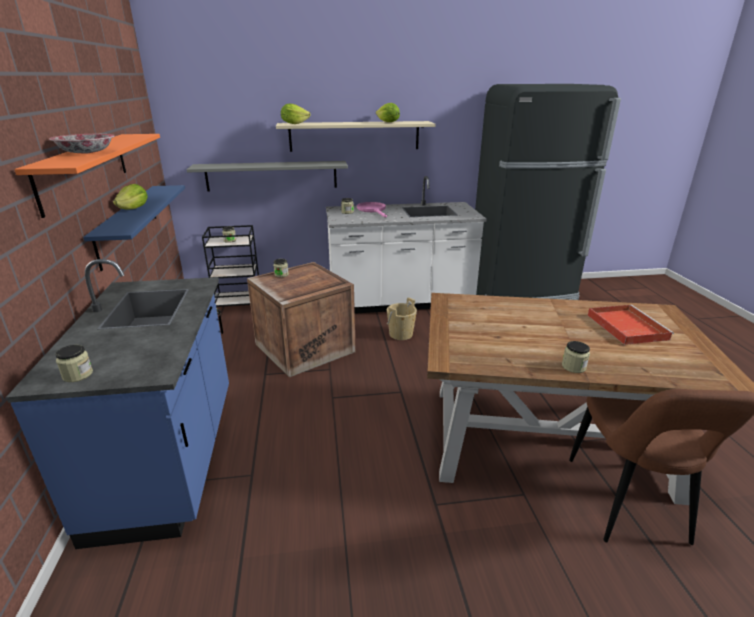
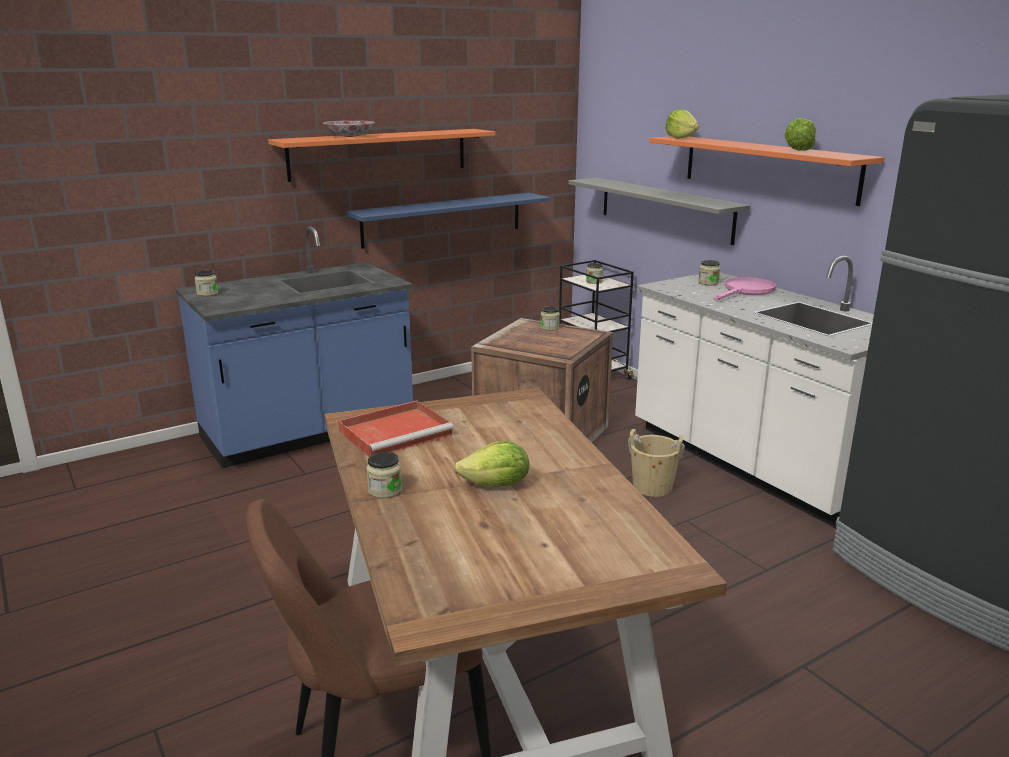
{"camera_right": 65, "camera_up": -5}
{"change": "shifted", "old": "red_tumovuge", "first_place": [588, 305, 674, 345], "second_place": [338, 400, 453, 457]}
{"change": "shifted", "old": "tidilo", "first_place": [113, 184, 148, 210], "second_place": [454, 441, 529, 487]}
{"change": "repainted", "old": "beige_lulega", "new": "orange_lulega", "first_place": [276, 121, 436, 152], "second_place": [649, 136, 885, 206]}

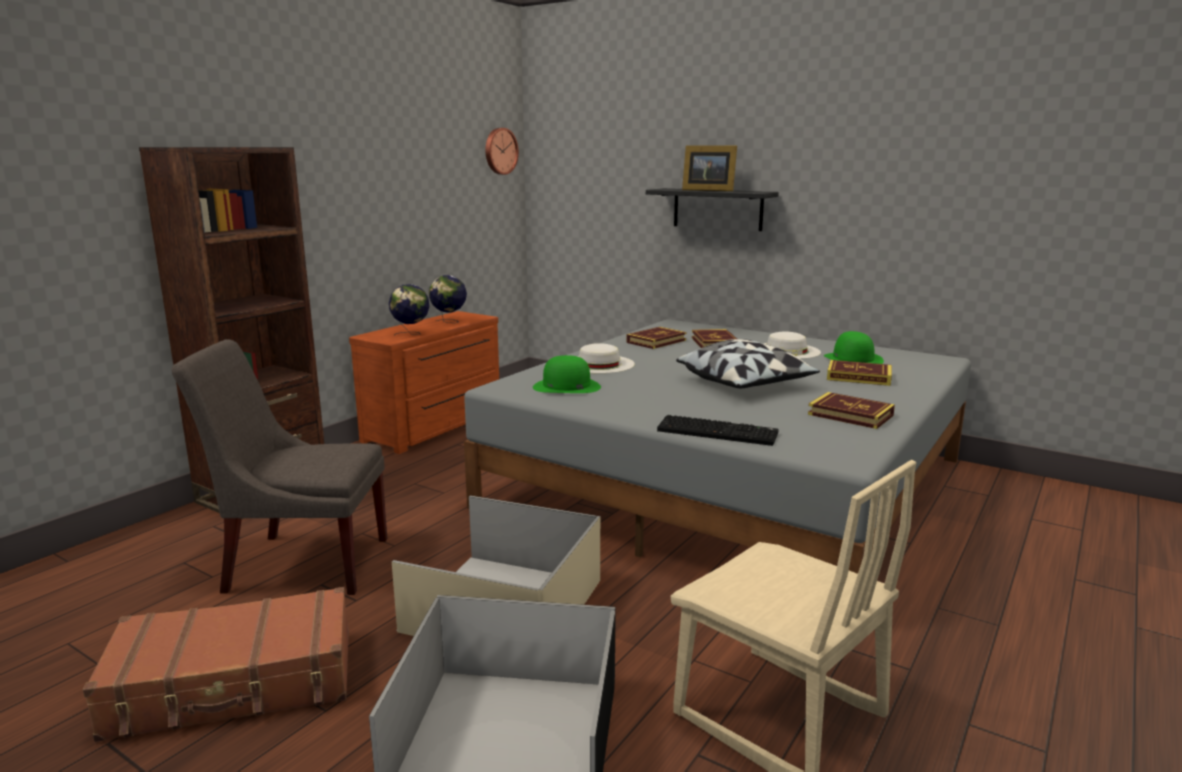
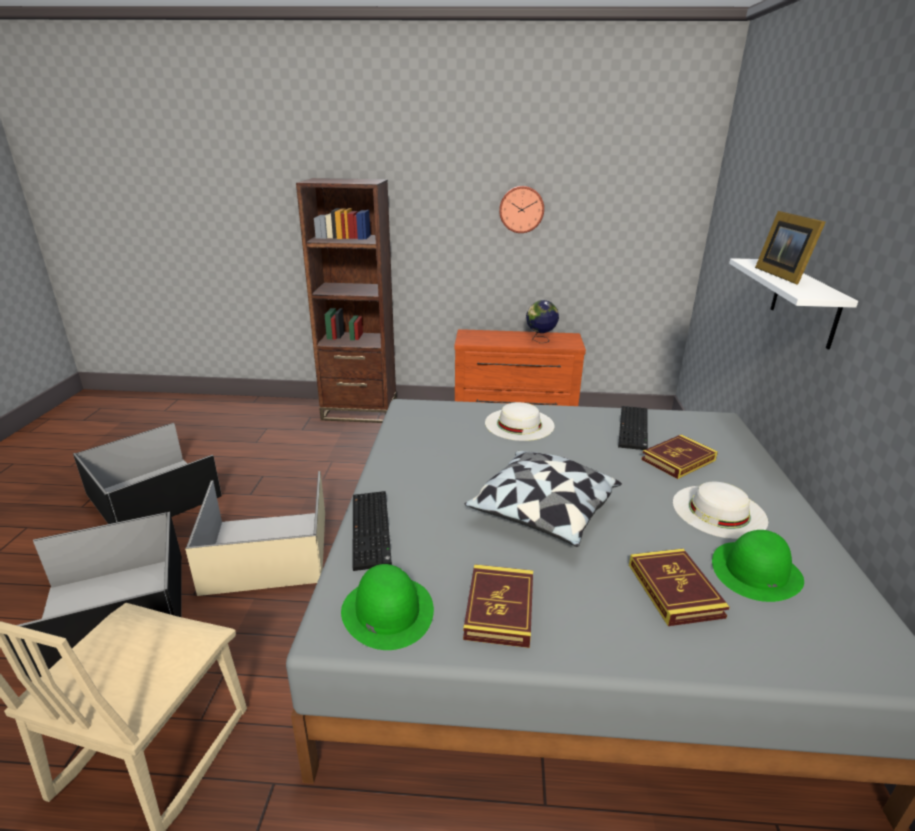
{"camera_right": 60, "camera_up": 10}
{"change": "swapped", "old": "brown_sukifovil", "new": "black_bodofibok", "first_place": [83, 587, 349, 742], "second_place": [73, 423, 222, 524]}
{"change": "shifted", "old": "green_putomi", "first_place": [533, 355, 601, 393], "second_place": [341, 564, 434, 650]}
{"change": "shifted", "old": "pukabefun", "first_place": [485, 128, 519, 175], "second_place": [499, 186, 544, 233]}
{"change": "swapped", "old": "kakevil", "new": "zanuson", "first_place": [626, 327, 687, 349], "second_place": [618, 406, 648, 450]}
{"change": "repainted", "old": "black_lulega", "new": "white_lulega", "first_place": [646, 188, 779, 231], "second_place": [729, 258, 858, 349]}
{"change": "gone", "old": "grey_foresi", "first_place": [172, 339, 388, 595]}
{"change": "gone", "old": "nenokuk", "first_place": [389, 284, 429, 336]}

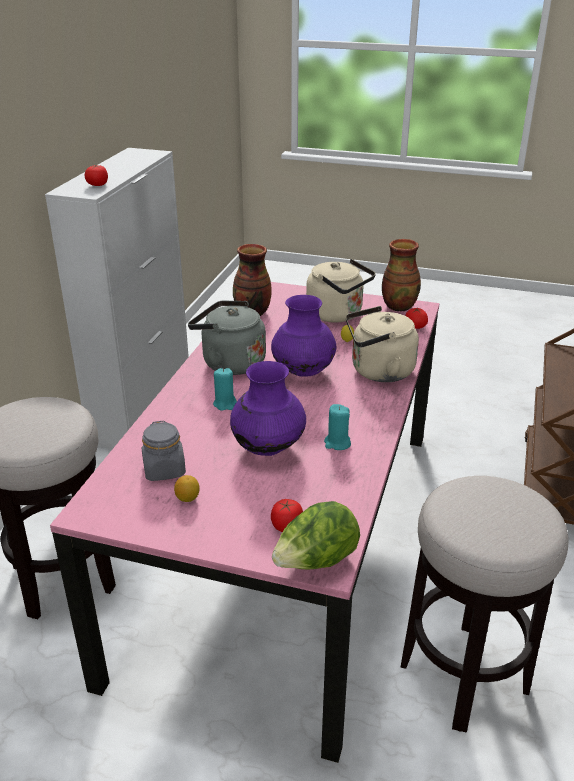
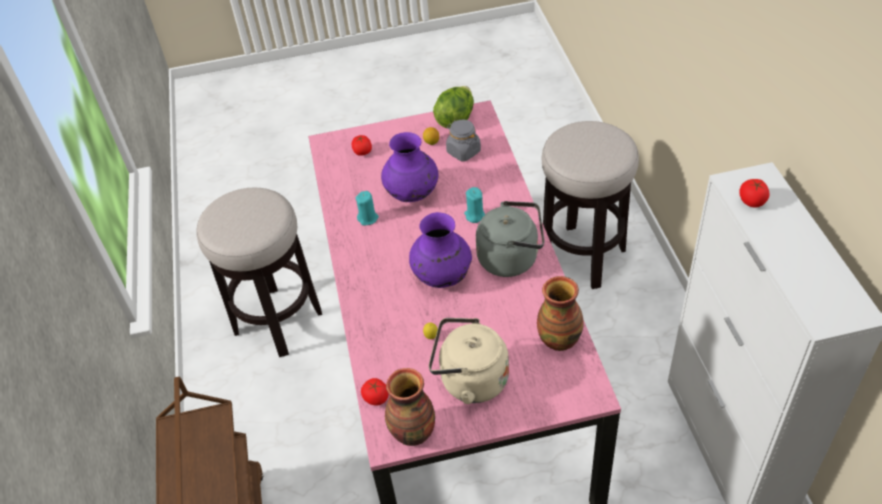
{"camera_right": 155, "camera_up": 15}
{"change": "shifted", "old": "tidilo", "first_place": [272, 501, 360, 569], "second_place": [433, 86, 474, 128]}
{"change": "gone", "old": "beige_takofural", "first_place": [346, 306, 419, 382]}

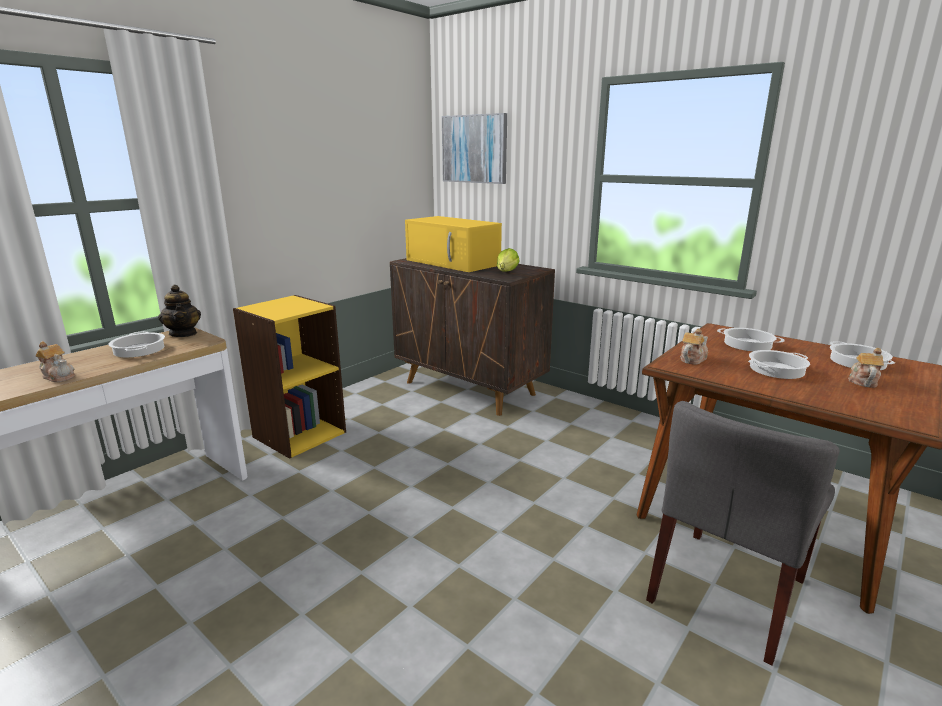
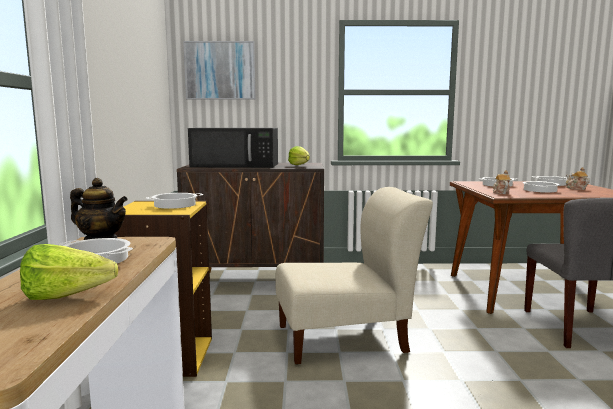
{"camera_right": -40, "camera_up": -10}
{"change": "swapped", "old": "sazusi", "new": "tidilo", "first_place": [35, 341, 75, 382], "second_place": [20, 244, 118, 300]}
{"change": "new", "new": "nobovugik", "second_place": [146, 193, 203, 209]}
{"change": "repainted", "old": "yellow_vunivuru", "new": "black_vunivuru", "first_place": [405, 216, 502, 272], "second_place": [188, 128, 278, 168]}
{"change": "new", "new": "beige_foresi", "second_place": [275, 187, 433, 364]}

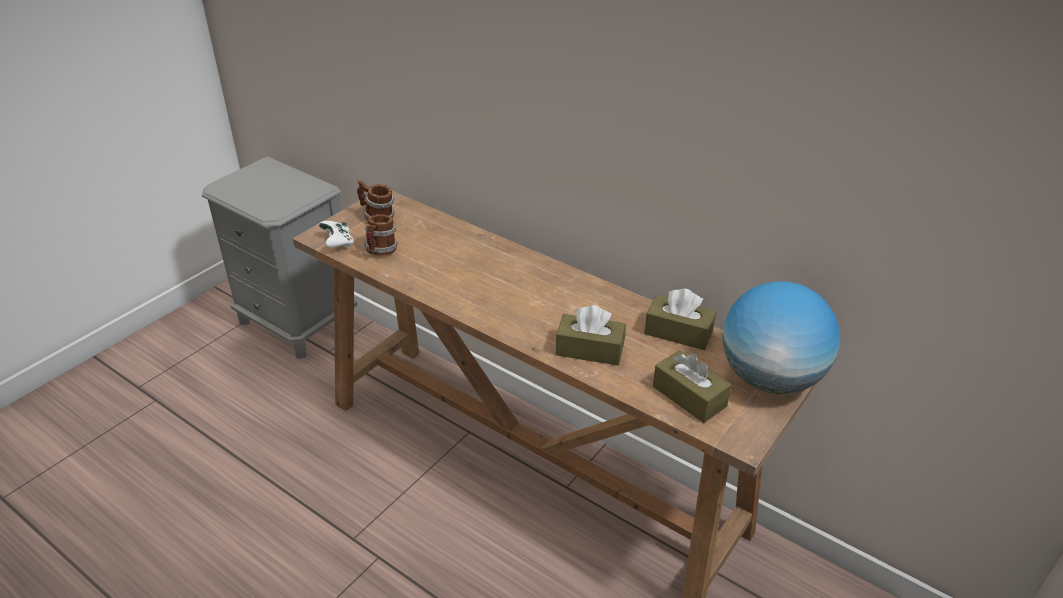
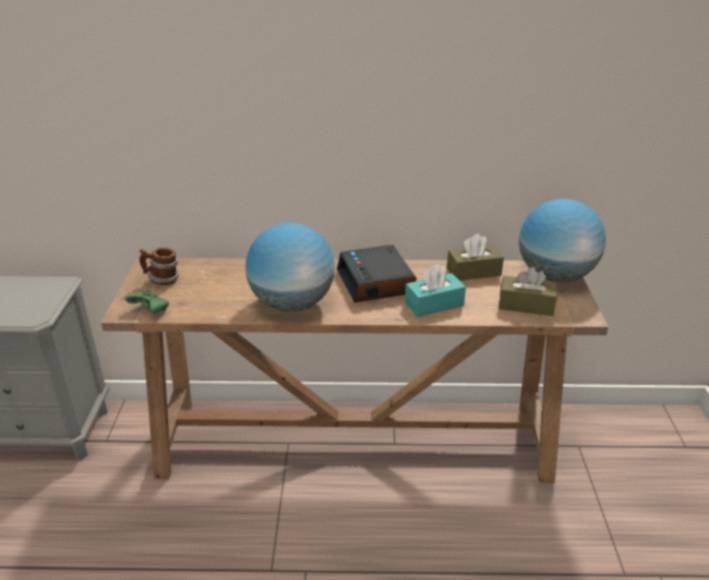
{"camera_right": -35, "camera_up": -5}
{"change": "repainted", "old": "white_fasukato", "new": "green_fasukato", "first_place": [319, 221, 354, 248], "second_place": [125, 290, 169, 314]}
{"change": "new", "new": "nenokuk", "second_place": [245, 223, 335, 312]}
{"change": "new", "new": "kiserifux", "second_place": [337, 245, 416, 303]}
{"change": "repainted", "old": "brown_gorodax", "new": "turquoise_gorodax", "first_place": [556, 305, 626, 365], "second_place": [405, 264, 466, 317]}
{"change": "gone", "old": "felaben", "first_place": [364, 214, 398, 256]}

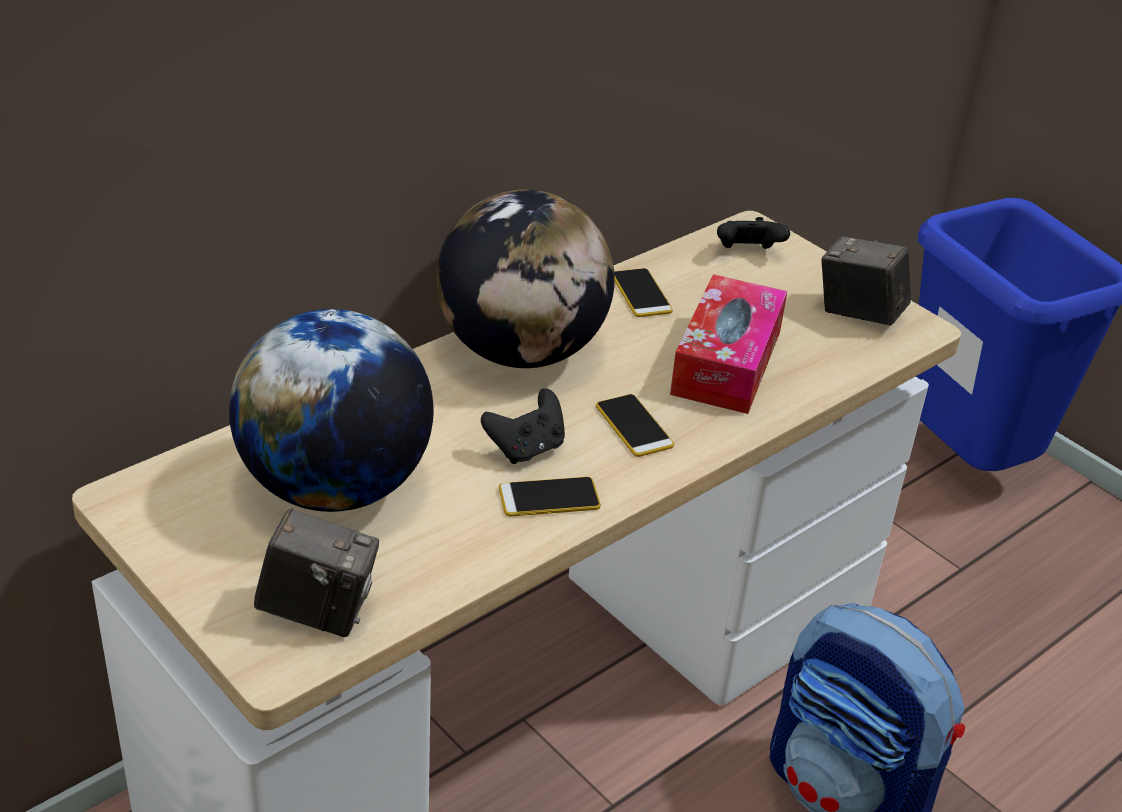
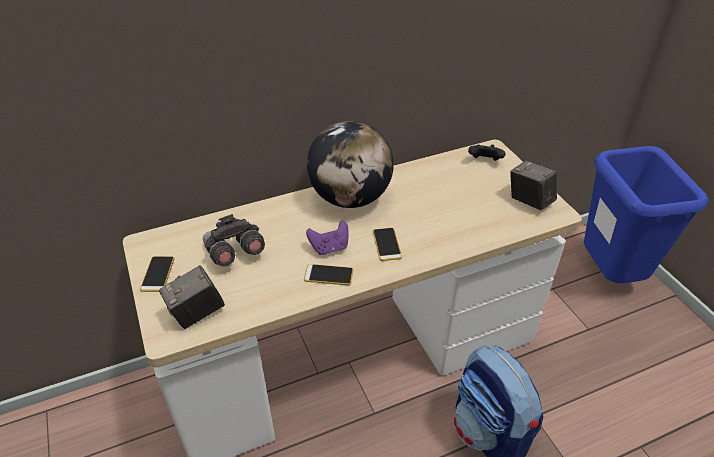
{"camera_right": 20, "camera_up": 5}
{"change": "shifted", "old": "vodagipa", "first_place": [614, 268, 673, 317], "second_place": [140, 256, 174, 292]}
{"change": "rotated", "old": "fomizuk", "first_place": [254, 509, 379, 637], "second_place": [159, 266, 225, 329], "degrees": 120}
{"change": "swapped", "old": "nenokuk", "new": "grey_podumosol", "first_place": [229, 309, 434, 512], "second_place": [203, 214, 265, 267]}
{"change": "repainted", "old": "black_fasukato", "new": "purple_fasukato", "first_place": [481, 388, 565, 464], "second_place": [306, 220, 349, 255]}
{"change": "gone", "old": "gorodax", "first_place": [670, 274, 787, 414]}

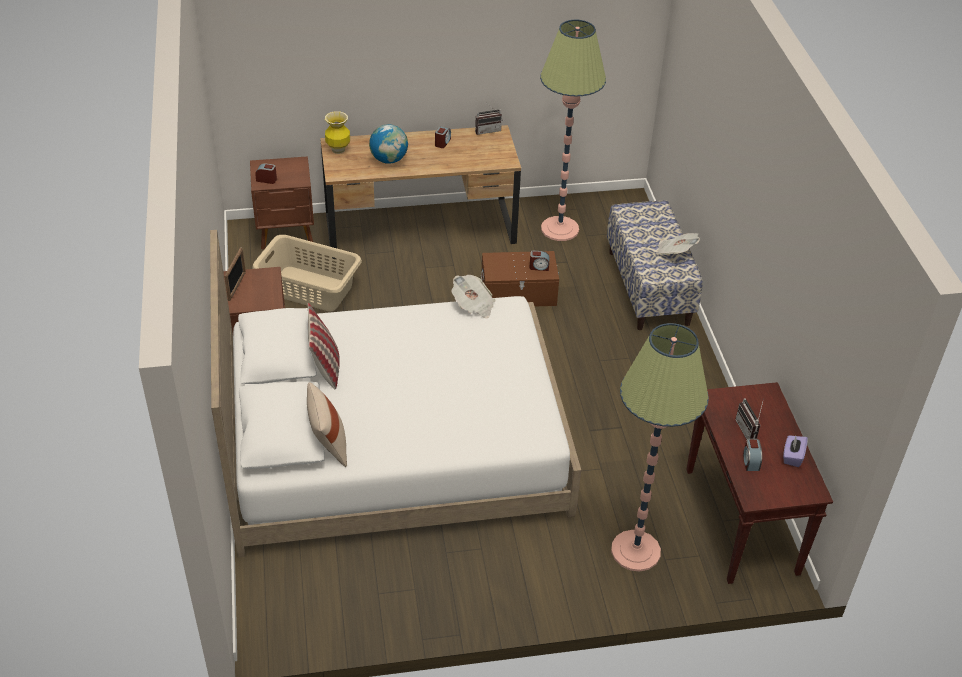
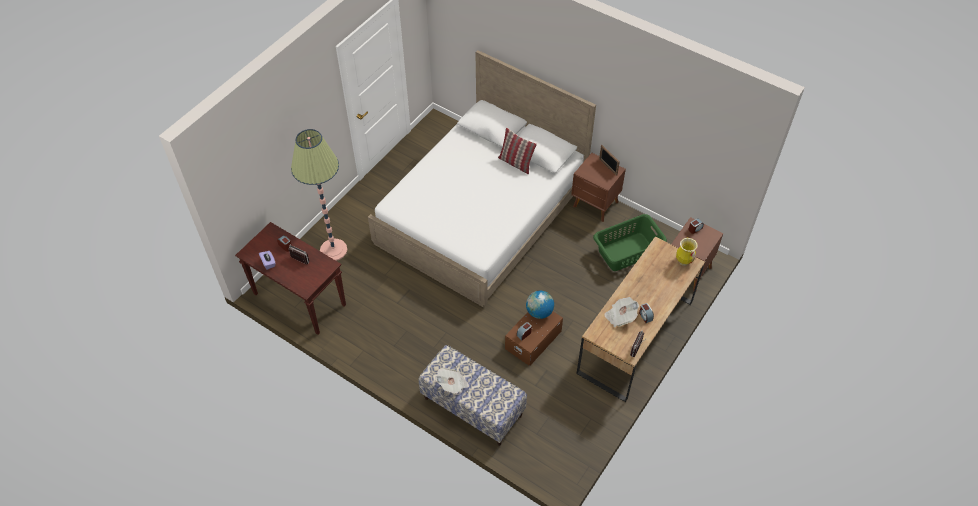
{"camera_right": 135, "camera_up": 10}
{"change": "shifted", "old": "nenokuk", "first_place": [369, 124, 408, 164], "second_place": [526, 291, 554, 319]}
{"change": "repainted", "old": "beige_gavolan", "new": "green_gavolan", "first_place": [252, 235, 362, 311], "second_place": [593, 214, 667, 271]}
{"change": "shifted", "old": "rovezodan", "first_place": [451, 275, 495, 318], "second_place": [604, 297, 639, 327]}
{"change": "gone", "old": "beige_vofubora", "first_place": [307, 382, 347, 467]}
{"change": "gone", "old": "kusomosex", "first_place": [540, 20, 606, 241]}

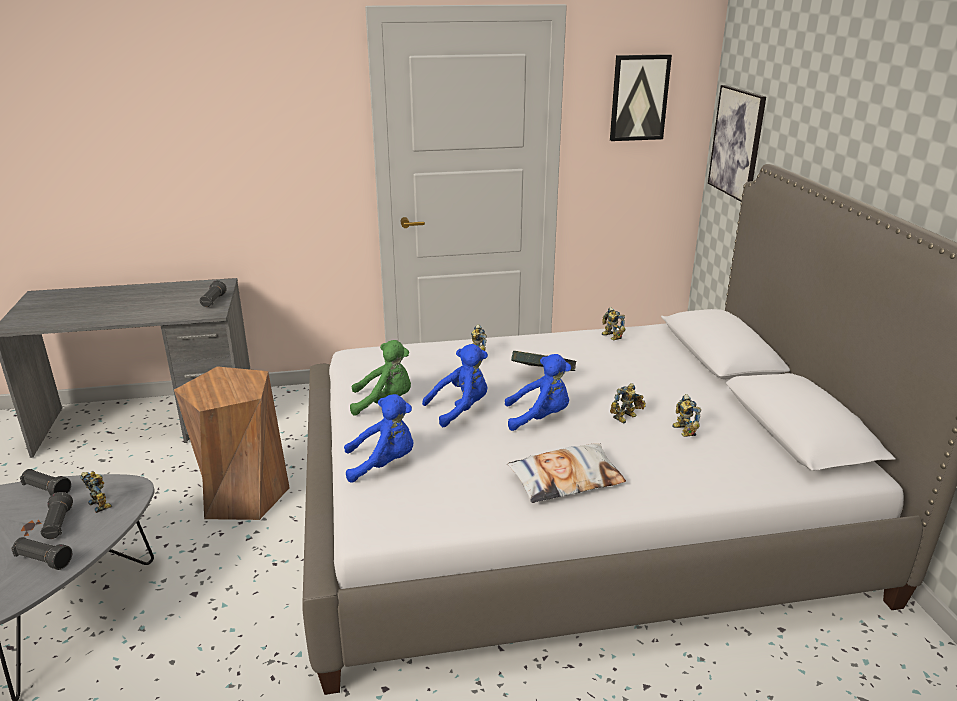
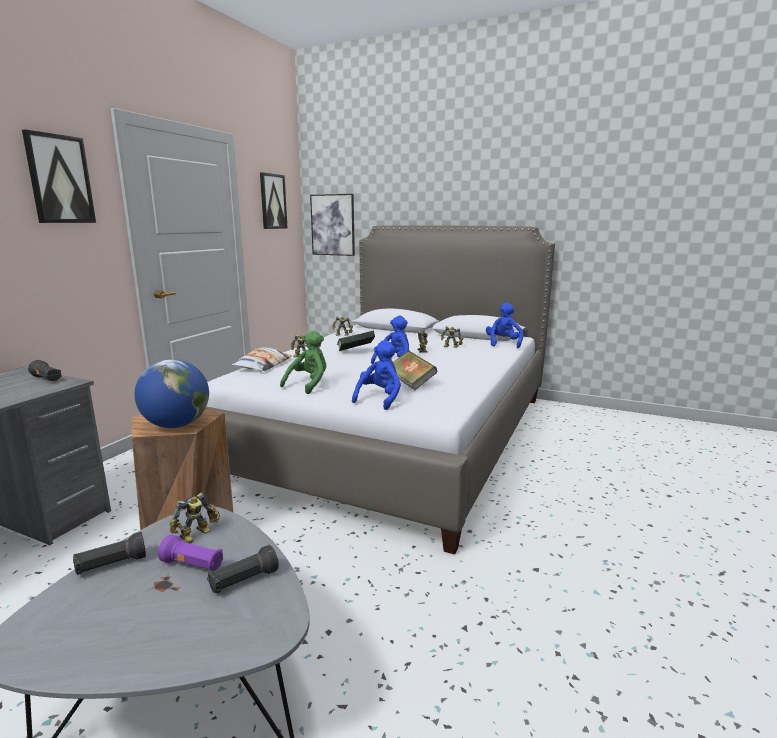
{"camera_right": -55, "camera_up": -10}
{"change": "new", "new": "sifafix", "second_place": [22, 130, 96, 223]}
{"change": "new", "new": "nenokuk", "second_place": [134, 359, 209, 428]}
{"change": "repainted", "old": "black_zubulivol", "new": "purple_zubulivol", "first_place": [41, 492, 73, 539], "second_place": [158, 535, 223, 571]}
{"change": "rotated", "old": "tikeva", "first_place": [80, 472, 112, 513], "second_place": [169, 493, 220, 544], "degrees": 135}
{"change": "shifted", "old": "vofubora", "first_place": [507, 443, 626, 503], "second_place": [231, 347, 292, 371]}
{"change": "new", "new": "kakevil", "second_place": [393, 351, 438, 390]}
{"change": "shifted", "old": "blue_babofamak", "first_place": [422, 344, 488, 427], "second_place": [486, 303, 523, 349]}

